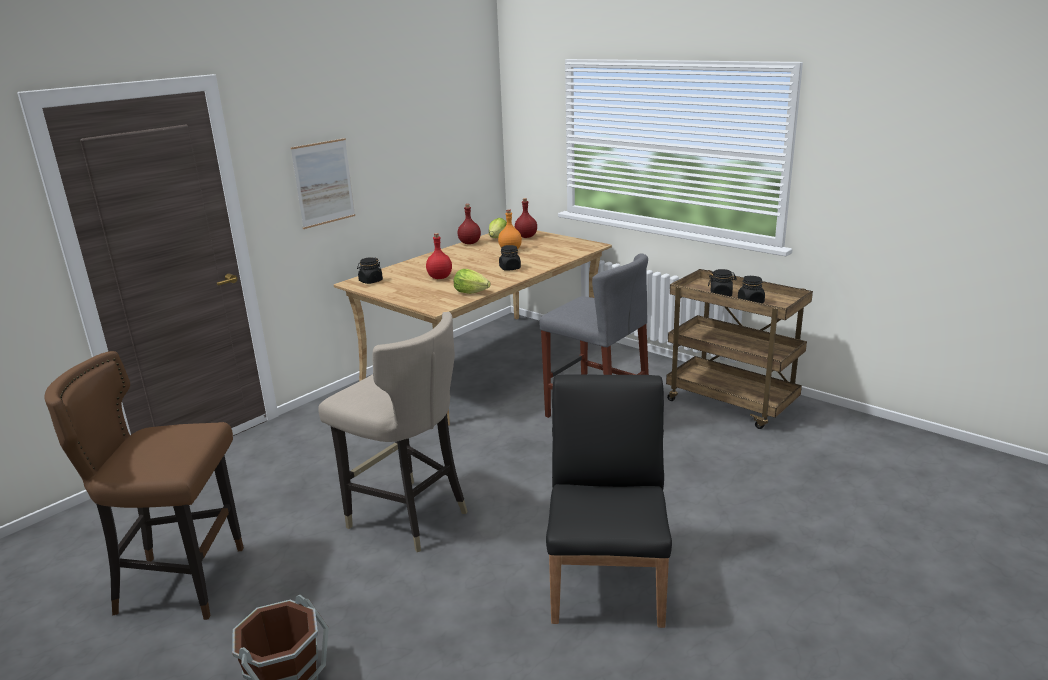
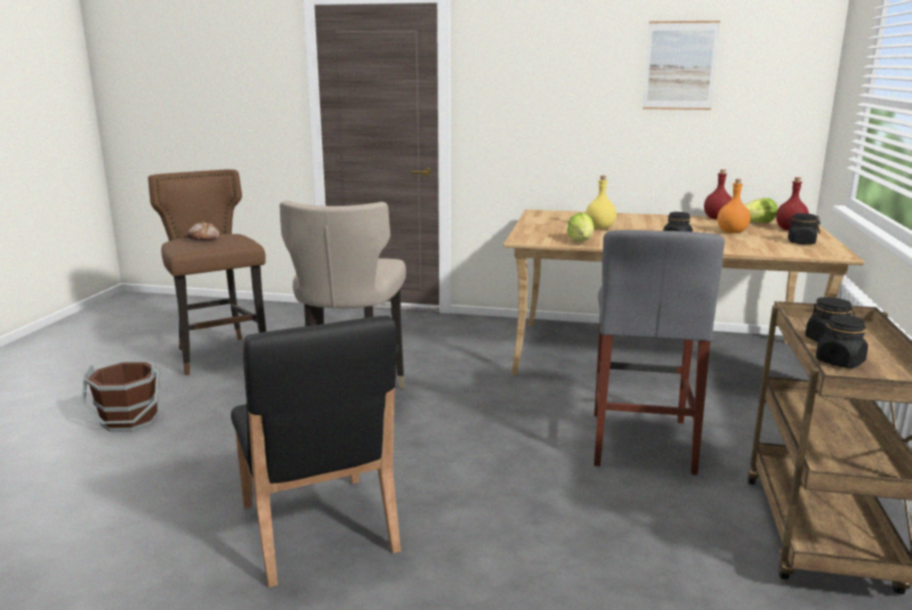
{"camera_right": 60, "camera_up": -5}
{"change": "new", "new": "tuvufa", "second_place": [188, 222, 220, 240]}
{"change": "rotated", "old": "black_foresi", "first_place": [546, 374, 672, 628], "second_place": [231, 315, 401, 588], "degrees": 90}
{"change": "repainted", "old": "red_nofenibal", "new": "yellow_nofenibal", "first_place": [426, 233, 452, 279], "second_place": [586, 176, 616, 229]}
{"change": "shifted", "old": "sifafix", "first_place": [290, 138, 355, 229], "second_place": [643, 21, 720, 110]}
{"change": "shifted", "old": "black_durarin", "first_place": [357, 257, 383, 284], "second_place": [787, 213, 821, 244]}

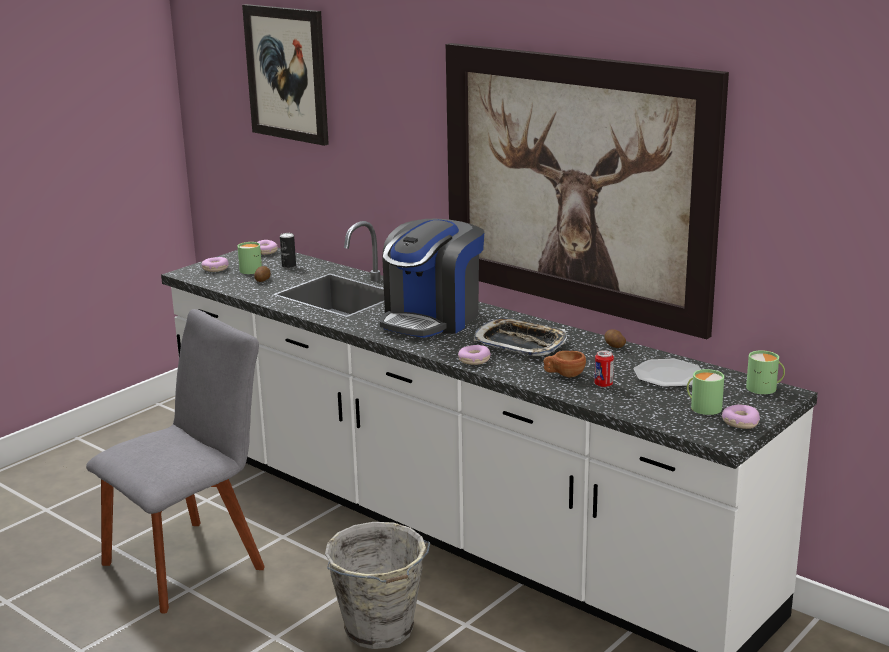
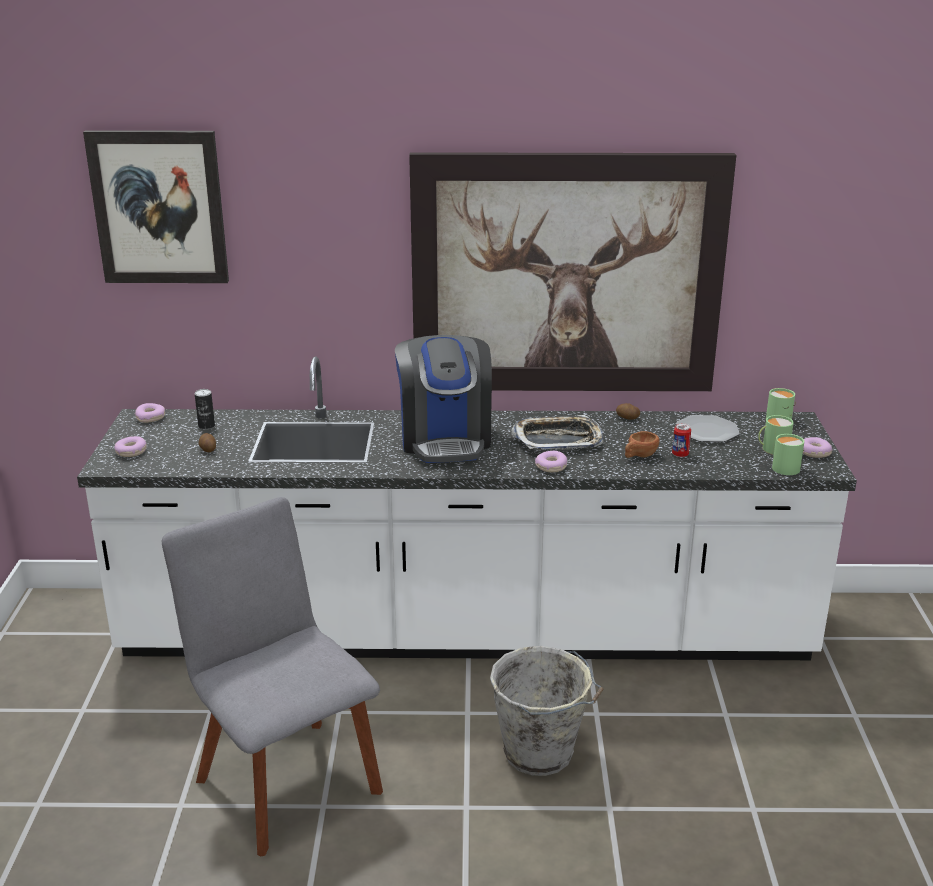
{"camera_right": -40, "camera_up": 5}
{"change": "rotated", "old": "grey_foresi", "first_place": [86, 309, 265, 614], "second_place": [162, 497, 383, 856], "degrees": -45}
{"change": "shifted", "old": "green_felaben", "first_place": [237, 242, 262, 274], "second_place": [772, 434, 804, 475]}

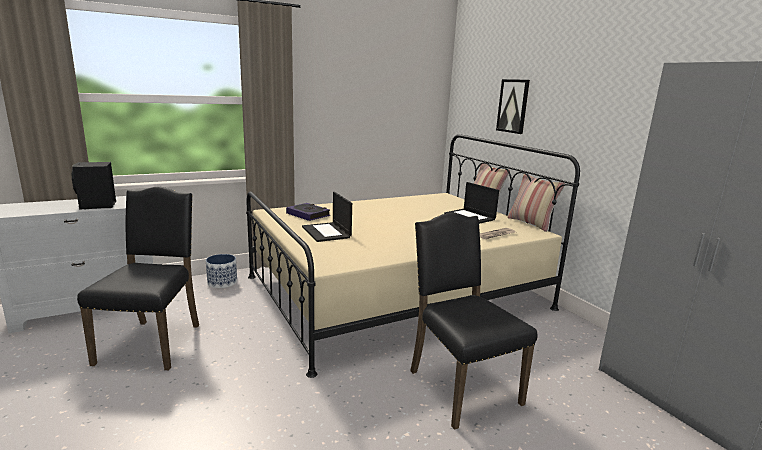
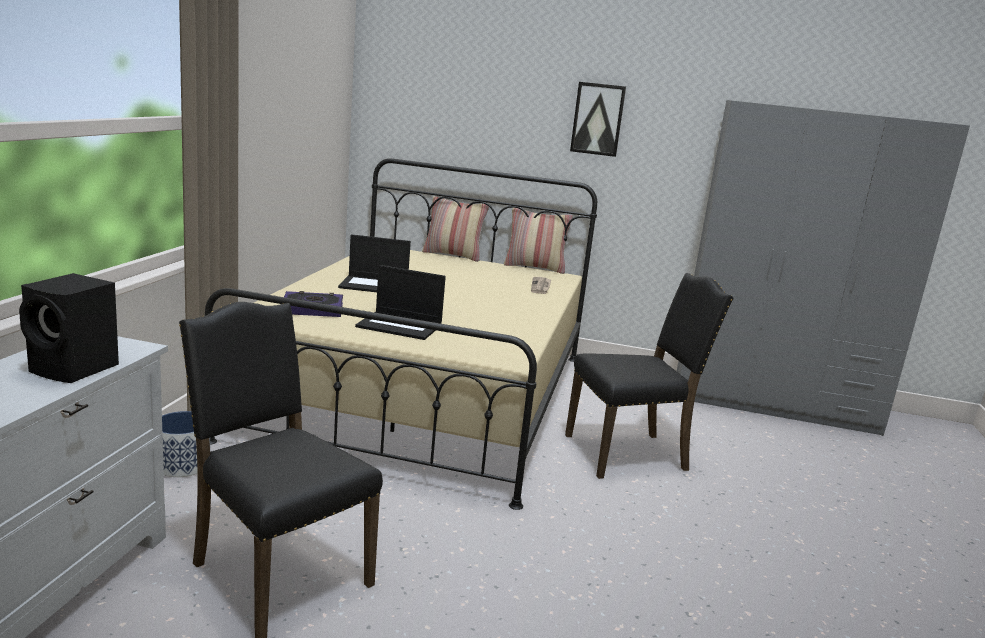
{"camera_right": -50, "camera_up": 0}
{"change": "shifted", "old": "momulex", "first_place": [444, 182, 499, 224], "second_place": [338, 234, 411, 292]}
{"change": "rotated", "old": "black_foresi", "first_place": [410, 213, 537, 430], "second_place": [565, 273, 734, 479], "degrees": 150}
{"change": "shifted", "old": "sifafix", "first_place": [496, 79, 530, 134], "second_place": [570, 82, 626, 157]}

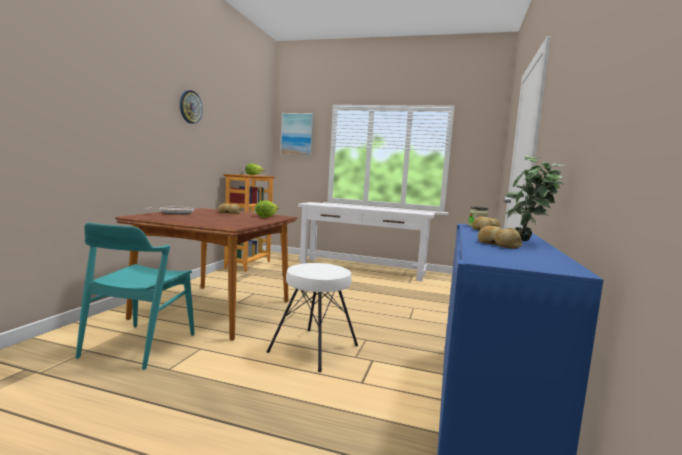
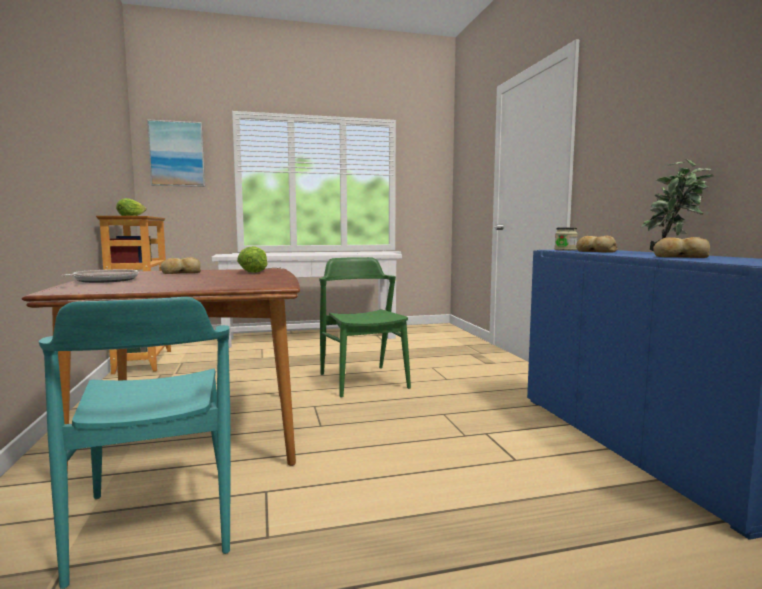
{"camera_right": -30, "camera_up": 0}
{"change": "new", "new": "green_foresi", "second_place": [319, 257, 411, 398]}
{"change": "gone", "old": "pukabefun", "first_place": [180, 90, 203, 124]}
{"change": "gone", "old": "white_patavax", "first_place": [267, 263, 358, 372]}

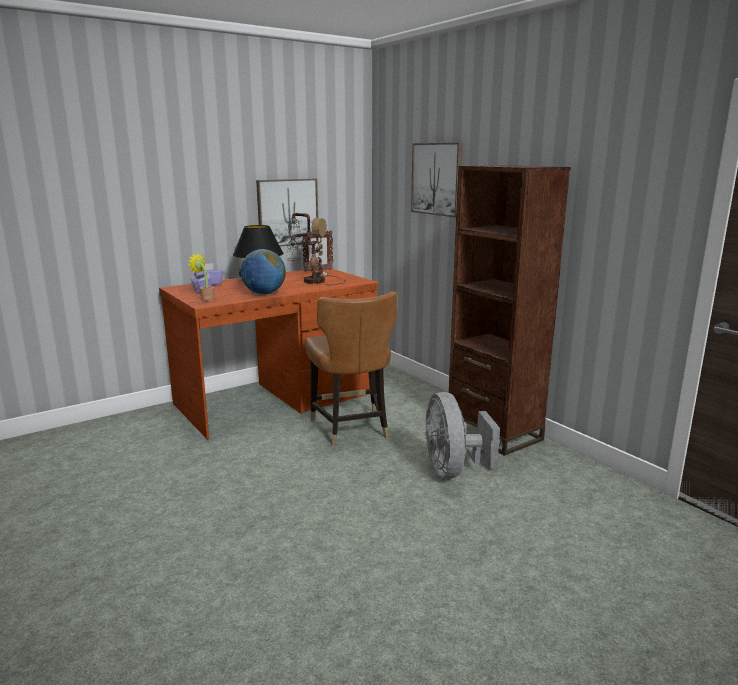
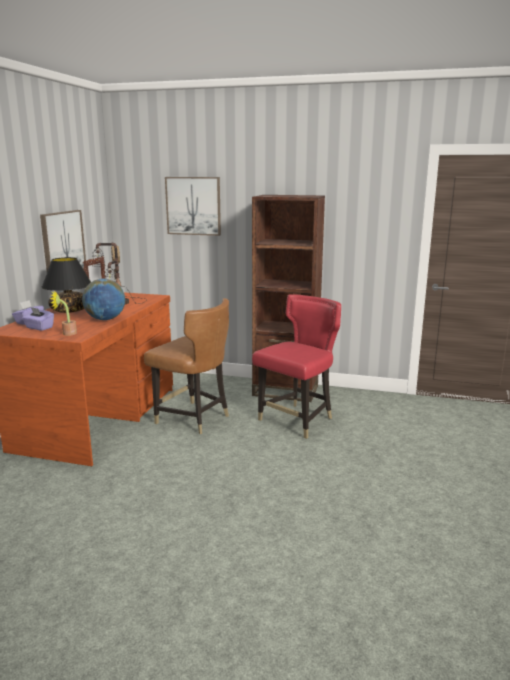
{"camera_right": -40, "camera_up": 0}
{"change": "swapped", "old": "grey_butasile", "new": "red_foresi", "first_place": [425, 392, 500, 479], "second_place": [252, 294, 341, 439]}

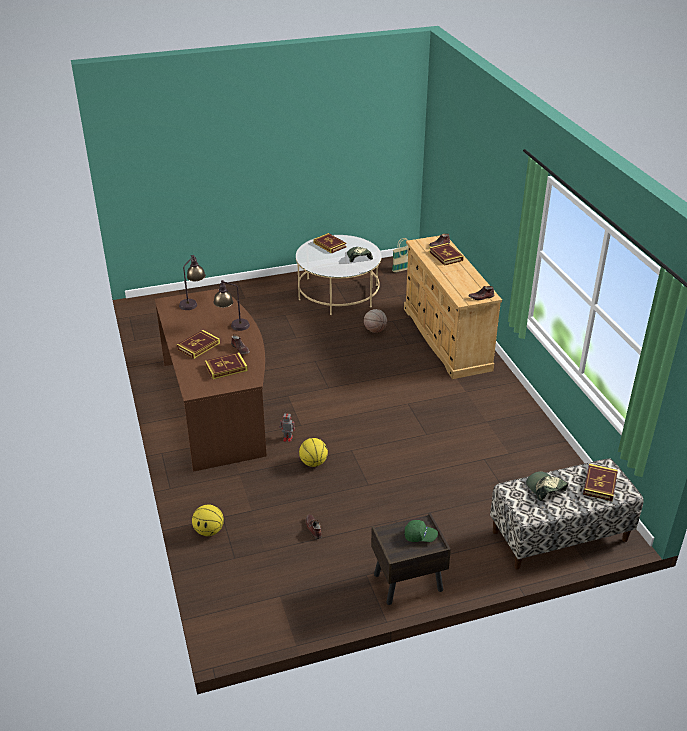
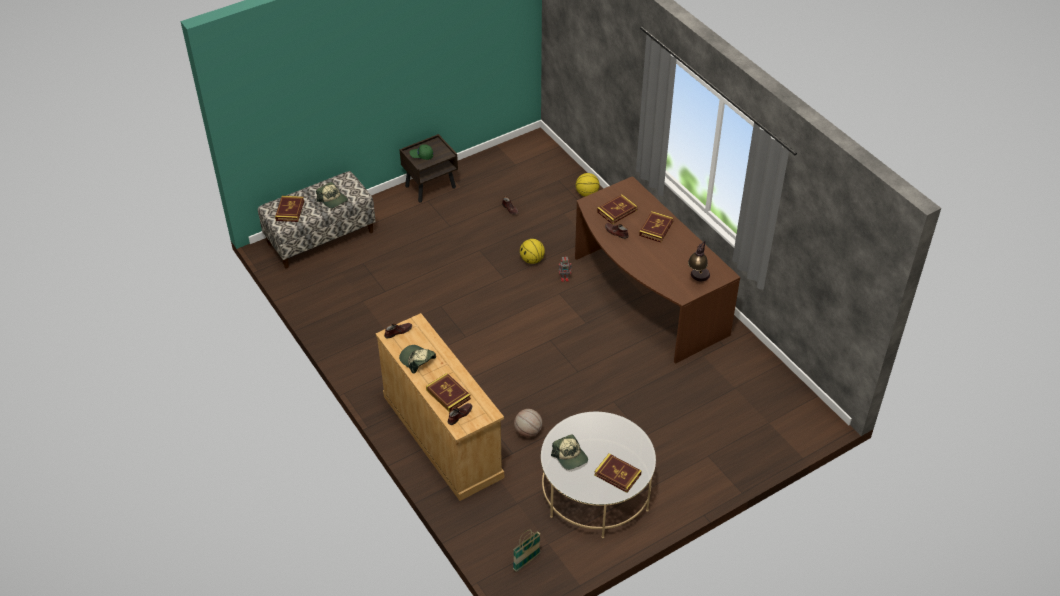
{"camera_right": 165, "camera_up": 10}
{"change": "new", "new": "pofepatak", "second_place": [399, 345, 436, 374]}
{"change": "gone", "old": "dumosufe", "first_place": [214, 280, 250, 331]}

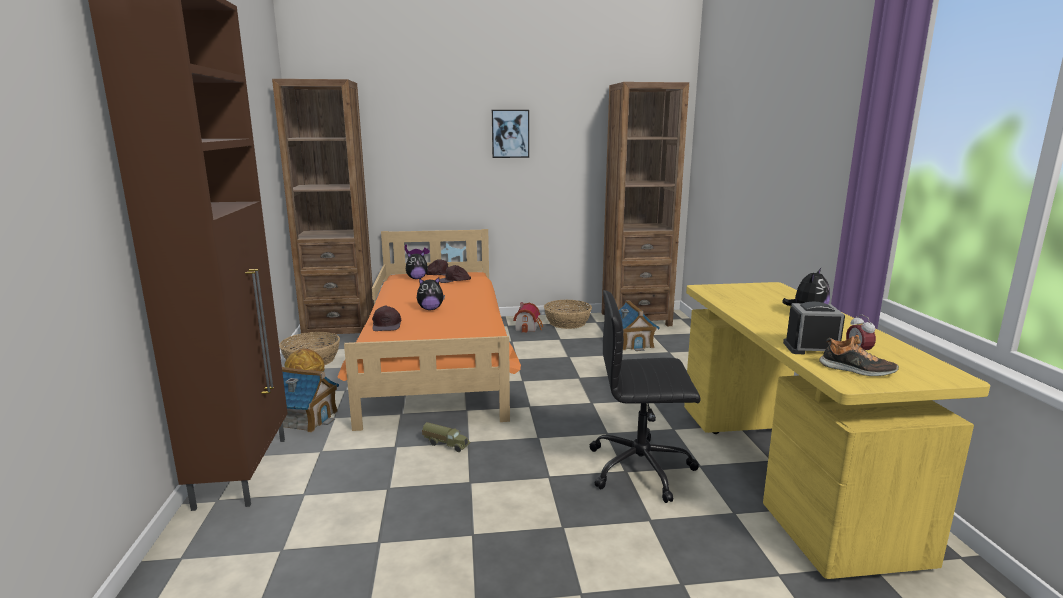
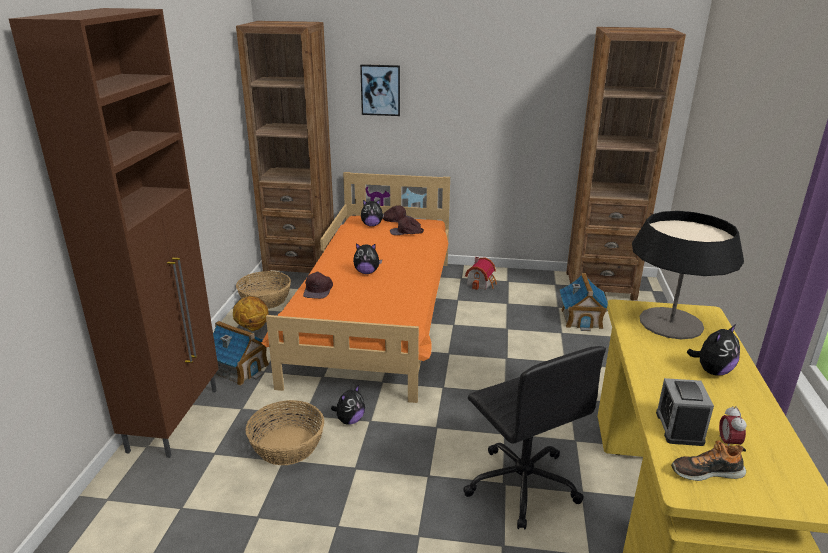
{"camera_right": 15, "camera_up": 10}
{"change": "shifted", "old": "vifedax", "first_place": [544, 299, 592, 329], "second_place": [245, 400, 324, 465]}
{"change": "swapped", "old": "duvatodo", "new": "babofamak", "first_place": [422, 422, 471, 452], "second_place": [331, 385, 365, 425]}
{"change": "shifted", "old": "sifafix", "first_place": [492, 110, 529, 158], "second_place": [360, 64, 400, 116]}
{"change": "rotated", "old": "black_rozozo", "first_place": [590, 290, 700, 503], "second_place": [463, 346, 606, 530], "degrees": -135}
{"change": "new", "new": "dumosufe", "second_place": [632, 211, 744, 339]}
{"change": "rotated", "old": "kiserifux", "first_place": [783, 302, 845, 354], "second_place": [656, 378, 714, 446], "degrees": -105}
{"change": "rotated", "old": "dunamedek", "first_place": [819, 335, 899, 376], "second_place": [671, 440, 746, 481], "degrees": 135}

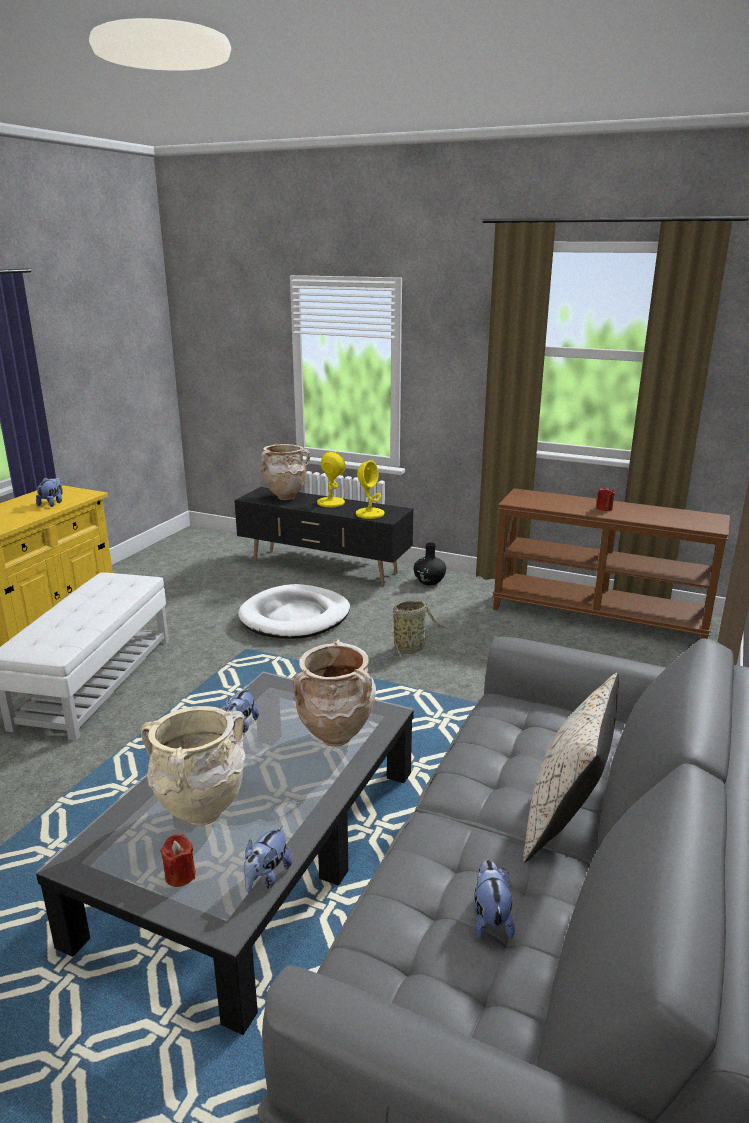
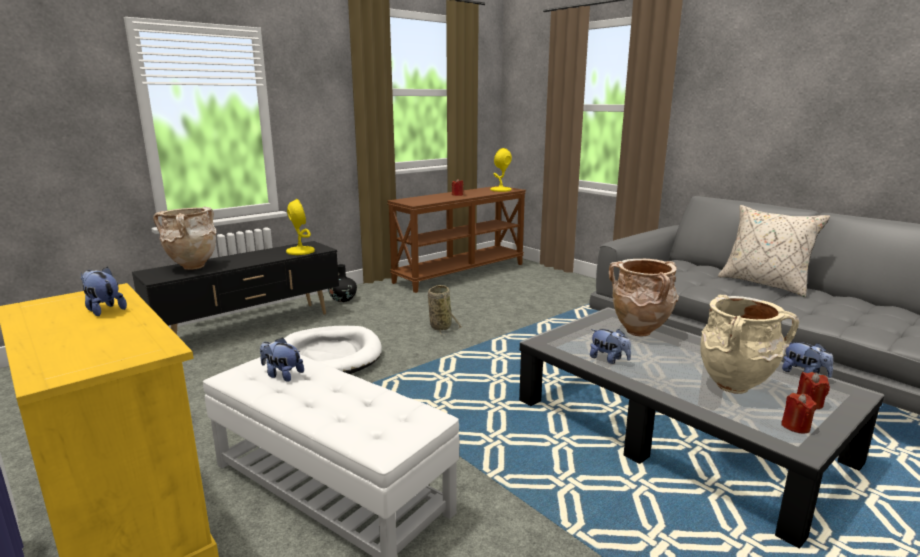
{"camera_right": -65, "camera_up": -5}
{"change": "shifted", "old": "babofamak", "first_place": [473, 860, 515, 939], "second_place": [260, 337, 304, 382]}
{"change": "shifted", "old": "yellow_dumosufe", "first_place": [317, 451, 345, 507], "second_place": [490, 148, 512, 192]}
{"change": "new", "new": "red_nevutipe", "second_place": [781, 393, 817, 434]}

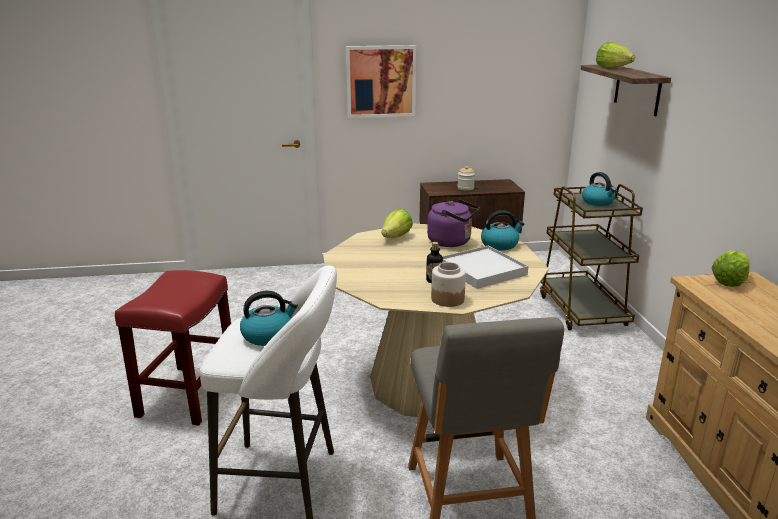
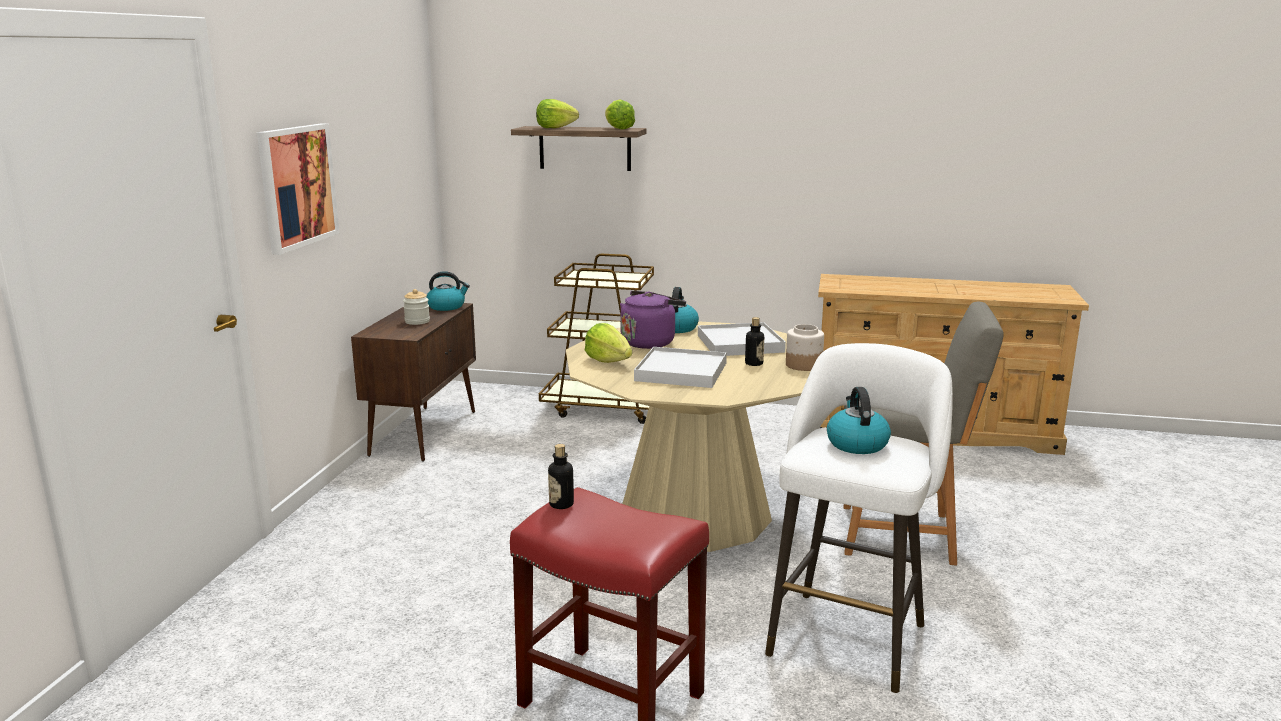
{"camera_right": -70, "camera_up": -5}
{"change": "shifted", "old": "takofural", "first_place": [582, 172, 616, 206], "second_place": [426, 271, 470, 311]}
{"change": "new", "new": "nofenibal", "second_place": [548, 444, 574, 509]}
{"change": "shifted", "old": "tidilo", "first_place": [711, 251, 750, 287], "second_place": [605, 100, 635, 130]}
{"change": "new", "new": "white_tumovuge", "second_place": [634, 347, 727, 388]}

